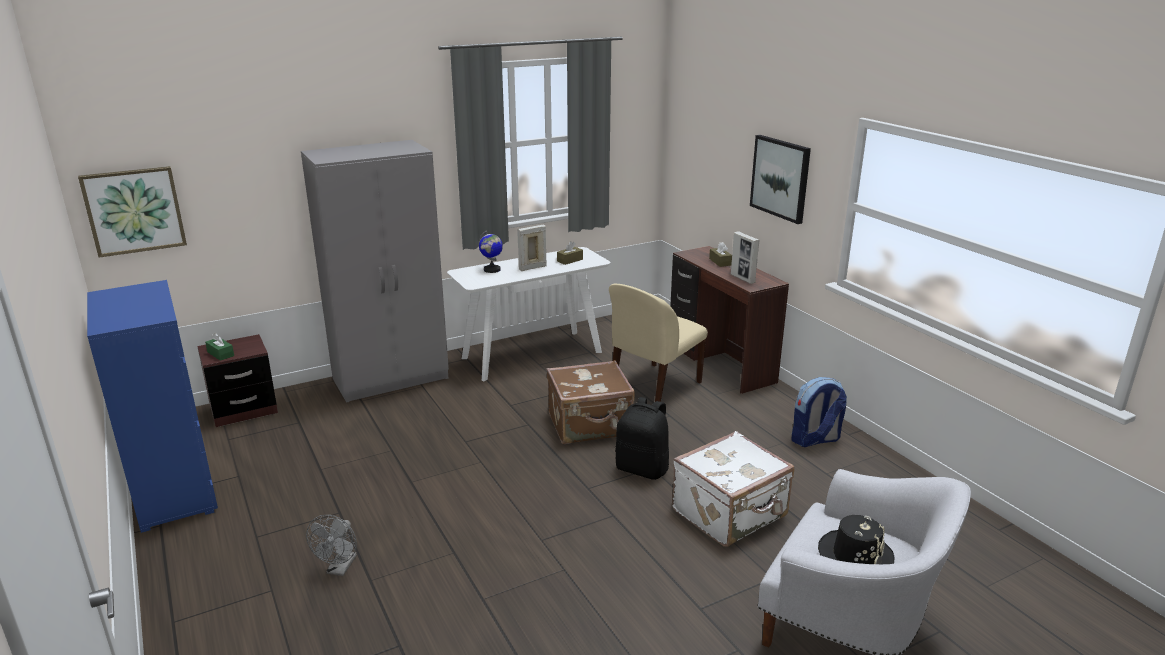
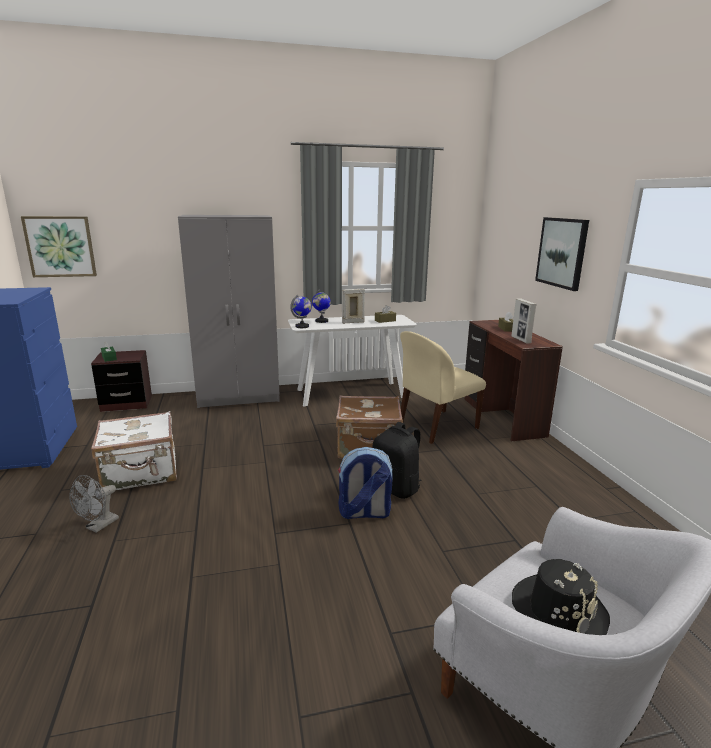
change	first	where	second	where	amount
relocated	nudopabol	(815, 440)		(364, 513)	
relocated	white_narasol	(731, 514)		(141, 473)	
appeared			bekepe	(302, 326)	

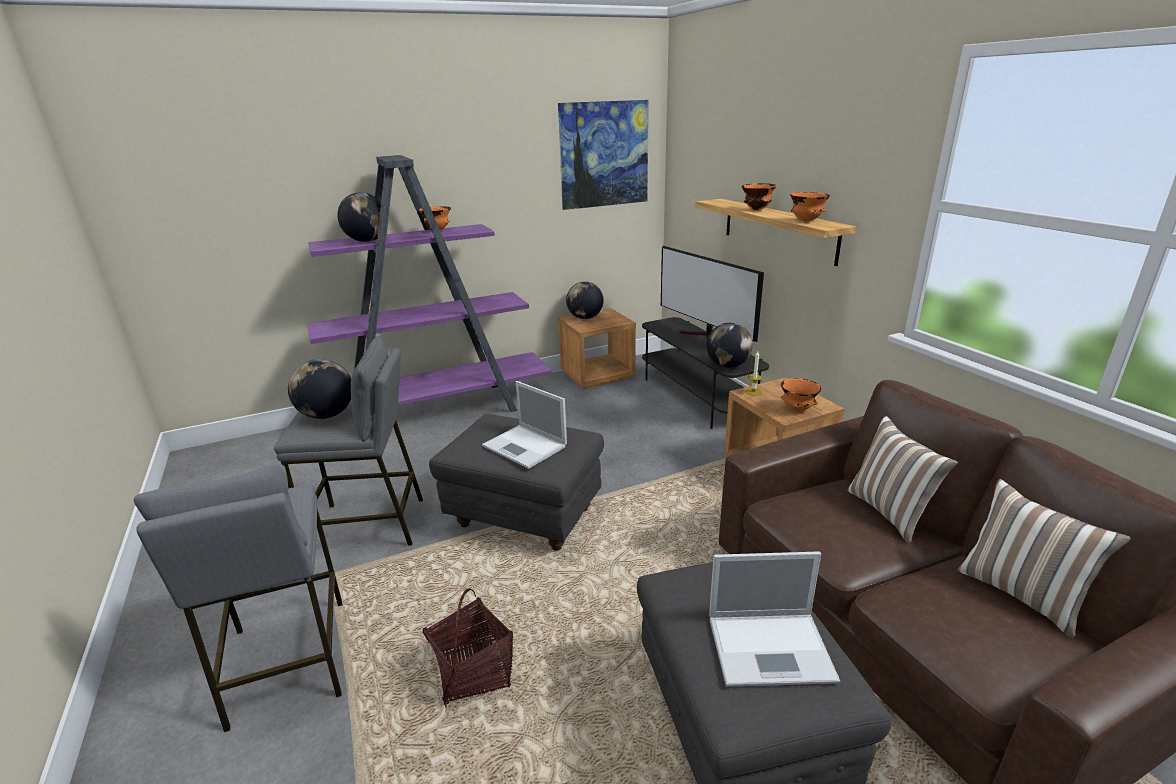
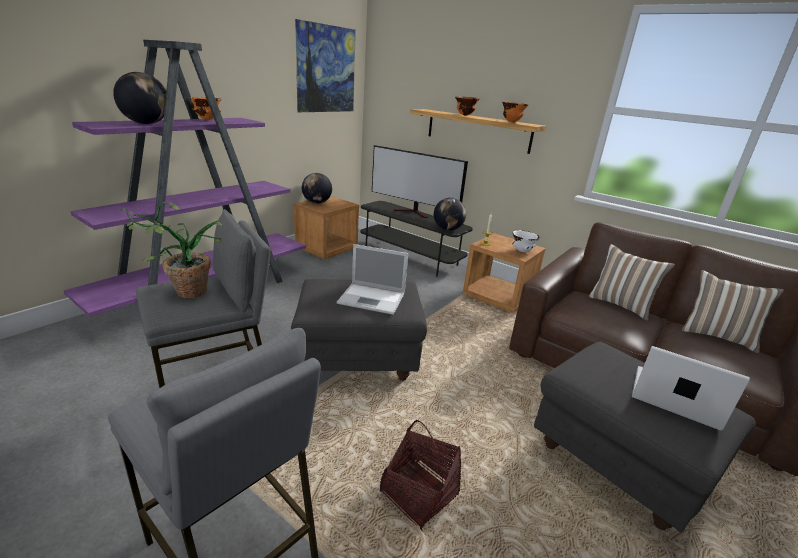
change	first	where	second	where	amount
exchanged	bekepe	(327, 415)	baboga	(182, 293)	
colour	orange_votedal	(798, 409)	white_votedal	(522, 251)	
spun	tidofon	(772, 648)		(673, 397)	120 degrees counterclockwise

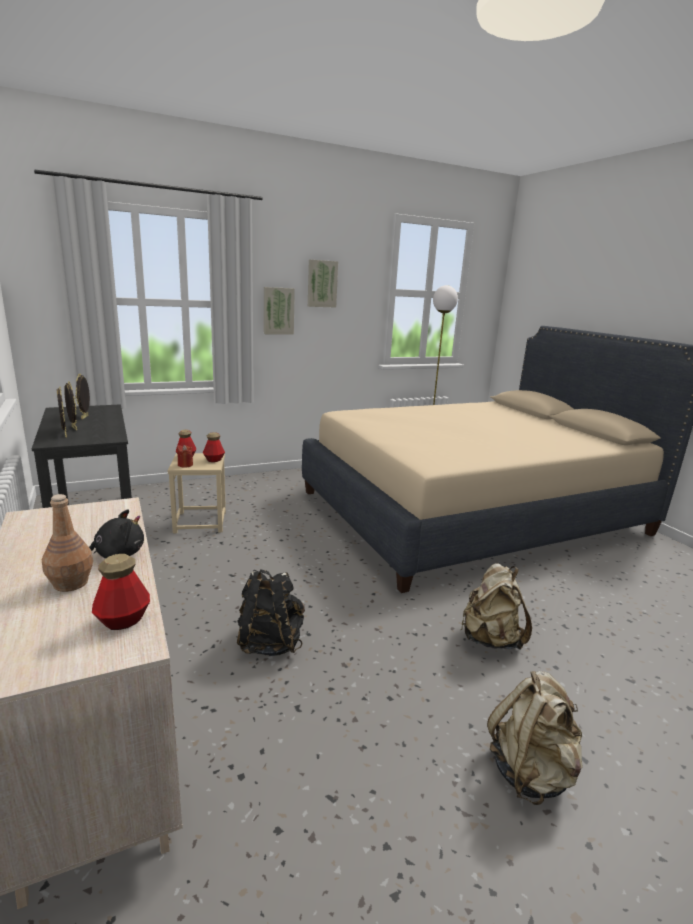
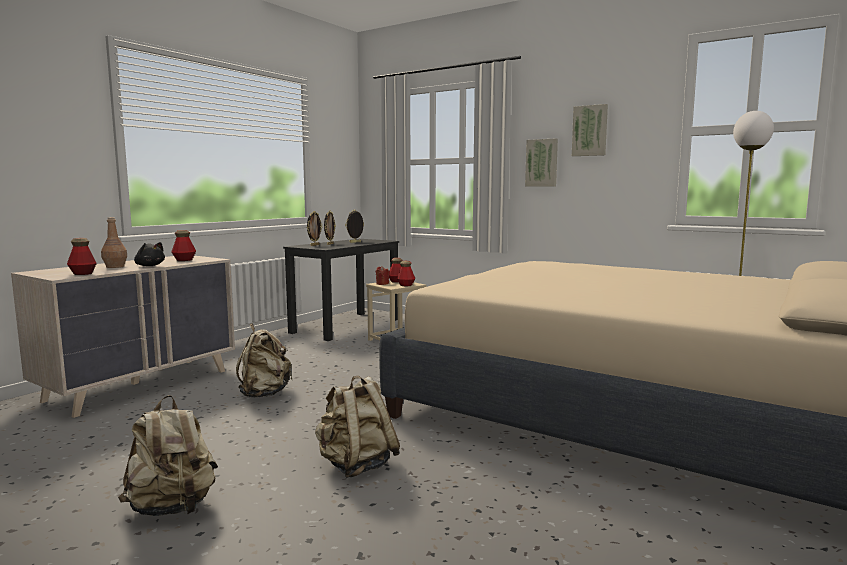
change	first	where	second	where	amount
colour	black_nudopabol	(270, 642)	beige_nudopabol	(264, 394)	
appeared			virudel	(184, 260)	

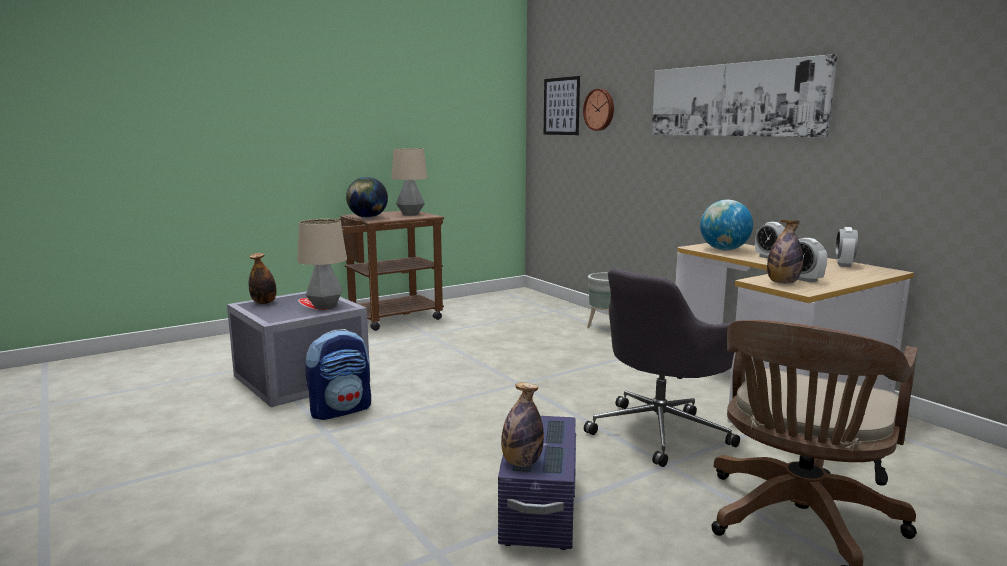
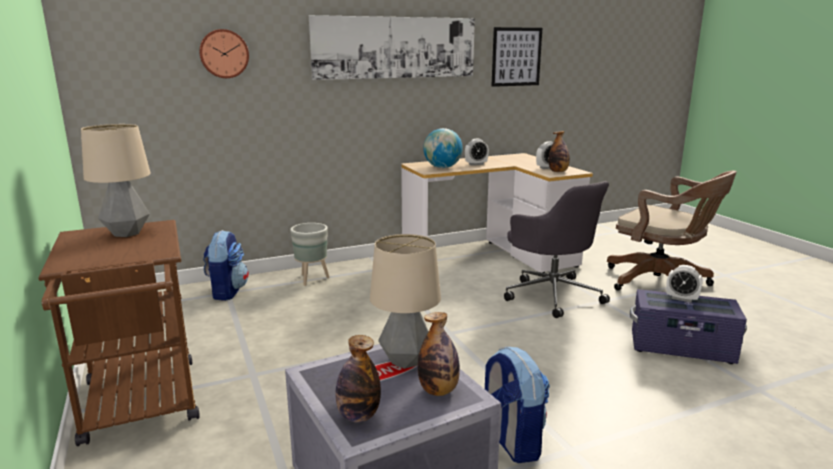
change	first	where	second	where	amount
relocated	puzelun	(561, 106)		(516, 57)	
missing	bekepe	(367, 217)			
relocated	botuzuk	(844, 265)		(681, 298)	
relocated	virudel	(521, 463)		(438, 390)	
appeared			nudopabol	(227, 292)	

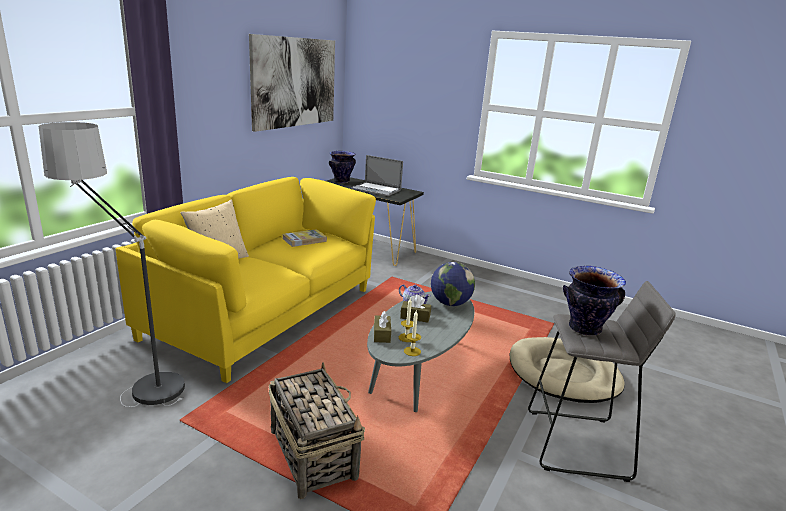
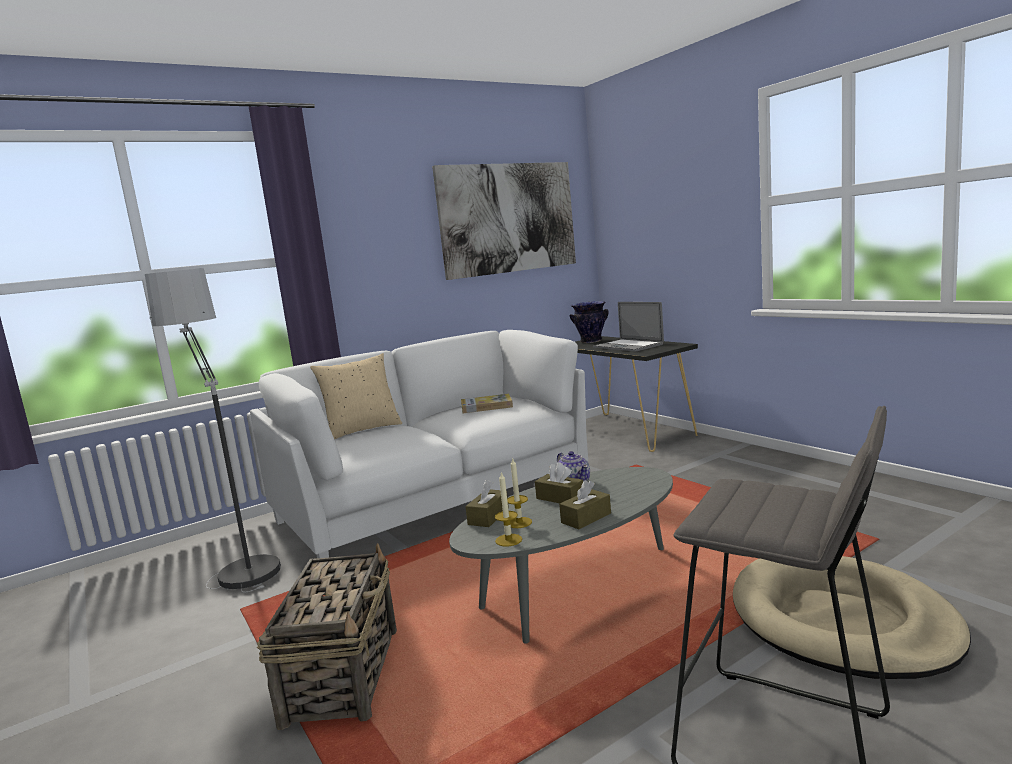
change	first	where	second	where	amount
colour	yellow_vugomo	(264, 313)	white_vugomo	(434, 501)	
missing	bekepe	(450, 303)			
missing	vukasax	(585, 329)			
appeared			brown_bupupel	(586, 518)	

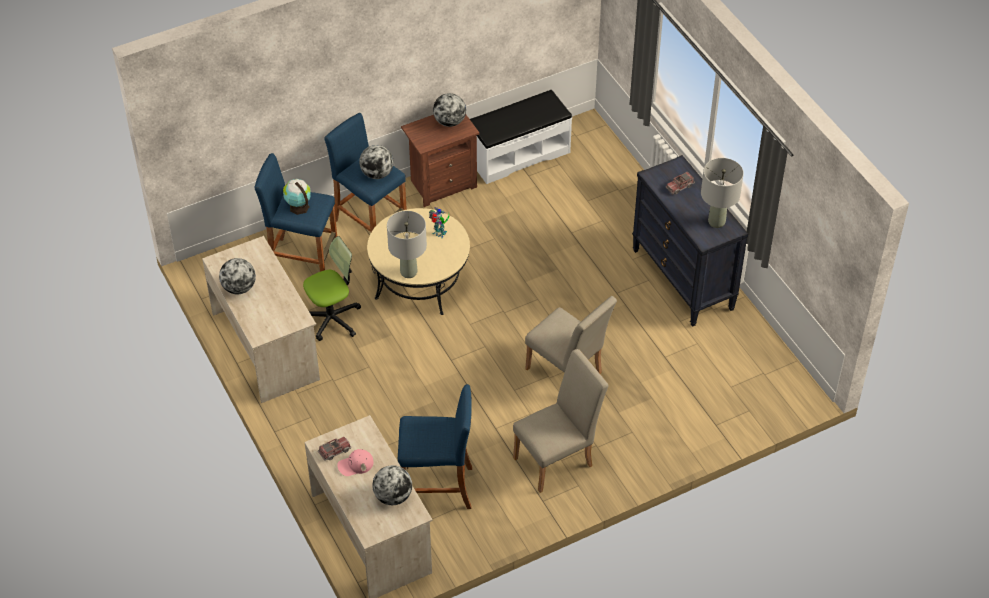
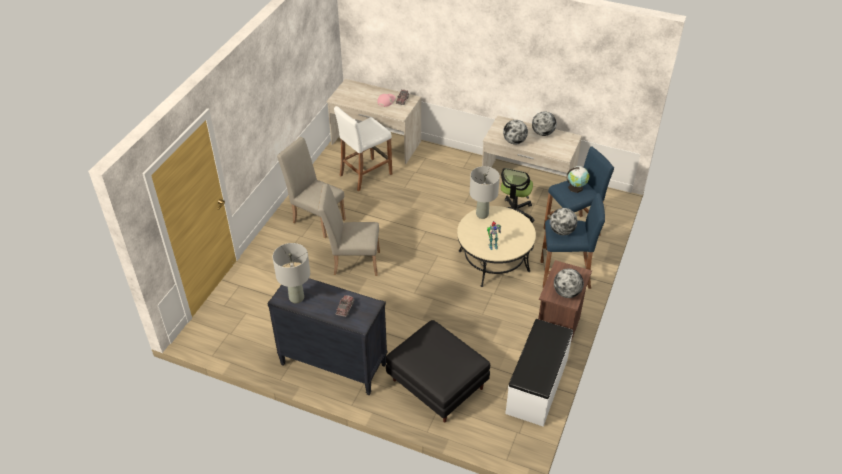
change	first	where	second	where	amount
spun	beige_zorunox	(558, 459)		(316, 219)	105 degrees clockwise
colour	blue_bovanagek	(437, 488)	white_bovanagek	(365, 174)	
relocated	bekepe	(393, 496)		(514, 141)	
appeared			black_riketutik	(436, 384)	

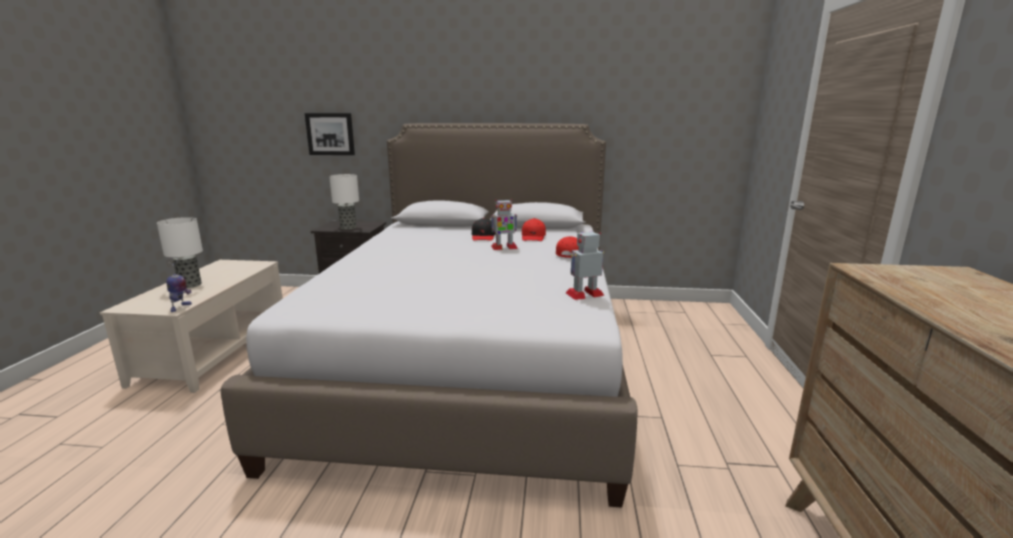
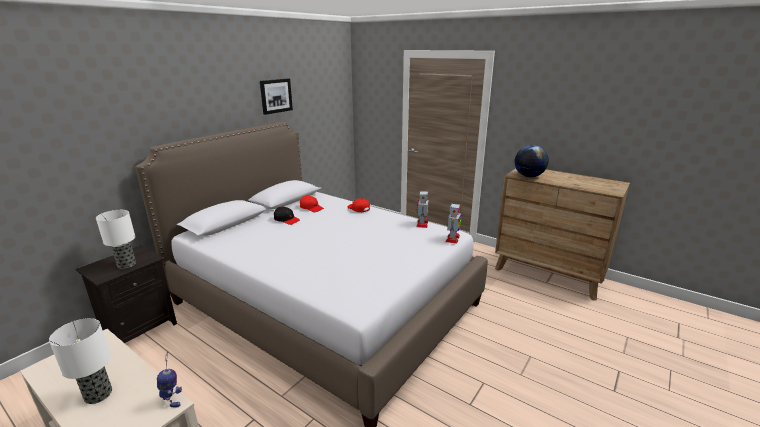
change	first	where	second	where	amount
relocated	puzelun	(330, 134)		(276, 96)	
relocated	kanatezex	(504, 247)		(452, 239)	
appeared			bekepe	(528, 176)	

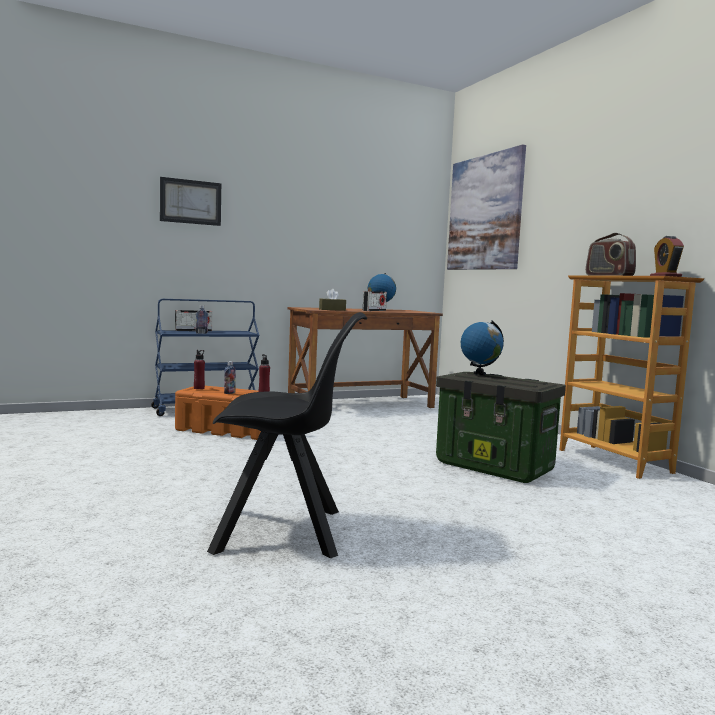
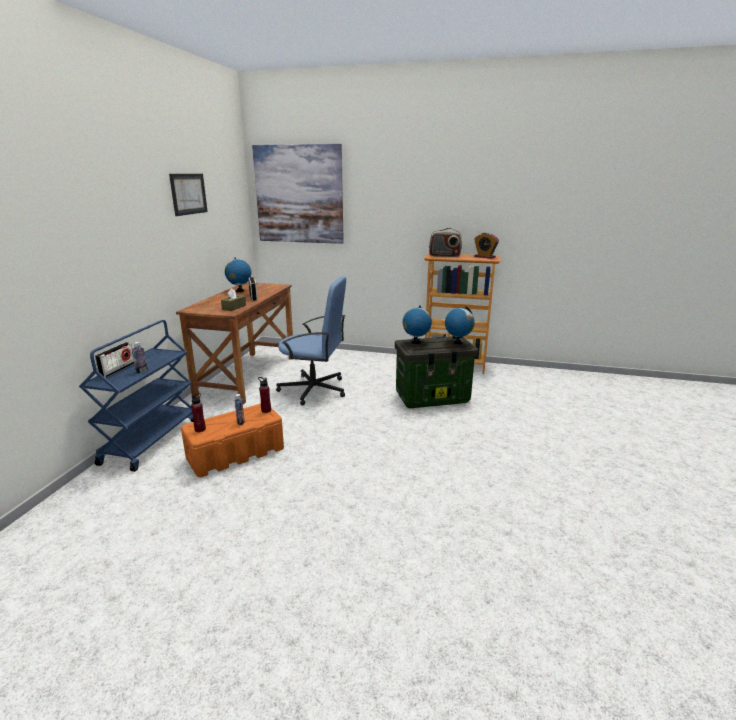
change	first	where	second	where	amount
relocated	puzelun	(190, 202)		(188, 194)	
missing	black_zorunox	(283, 532)			
appeared			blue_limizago	(314, 390)	
appeared			bekepe	(458, 342)	

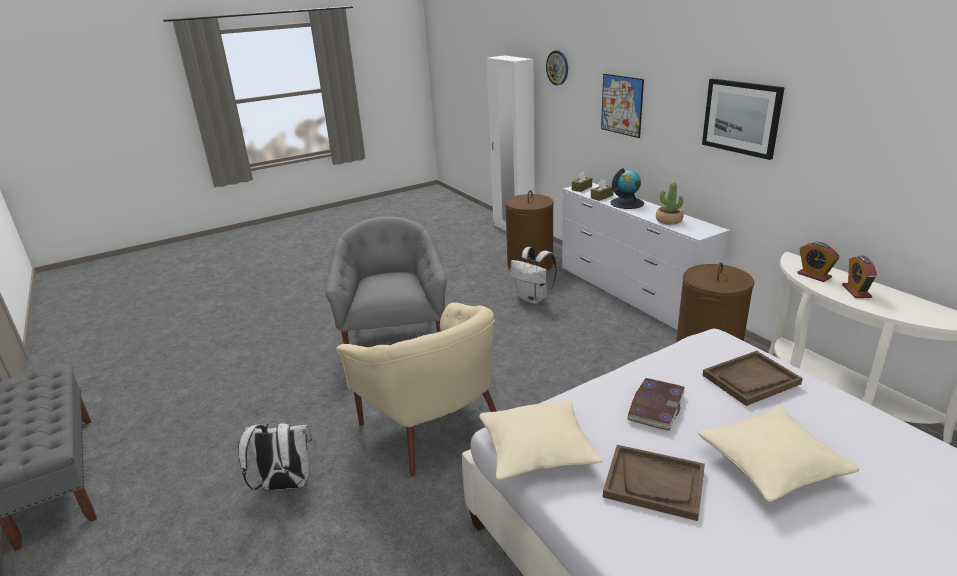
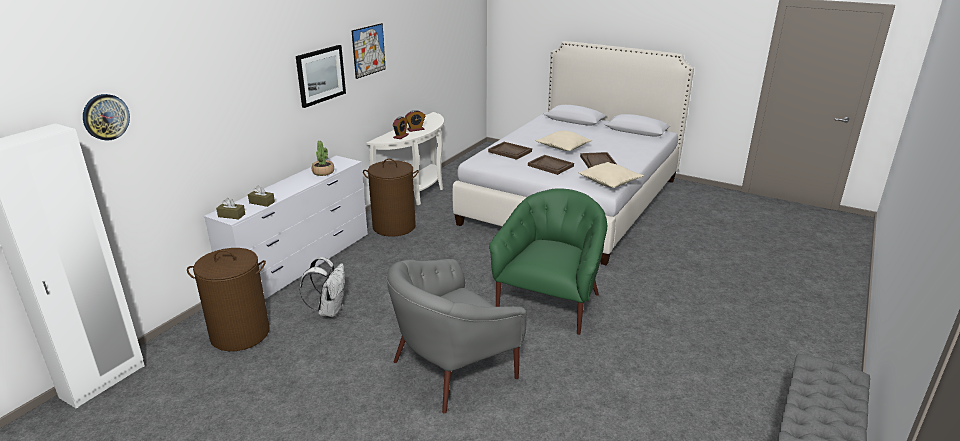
change	first	where	second	where	amount
relocated	puzelun	(621, 105)		(368, 50)	
missing	bekepe	(627, 203)			
colour	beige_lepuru	(432, 426)	green_lepuru	(550, 303)	
exchanged	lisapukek	(655, 406)	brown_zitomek	(550, 166)	
missing	white_nudopabol	(284, 485)			

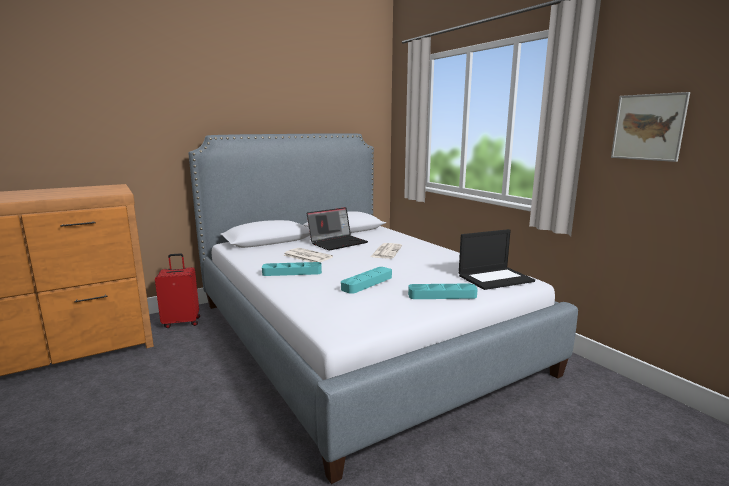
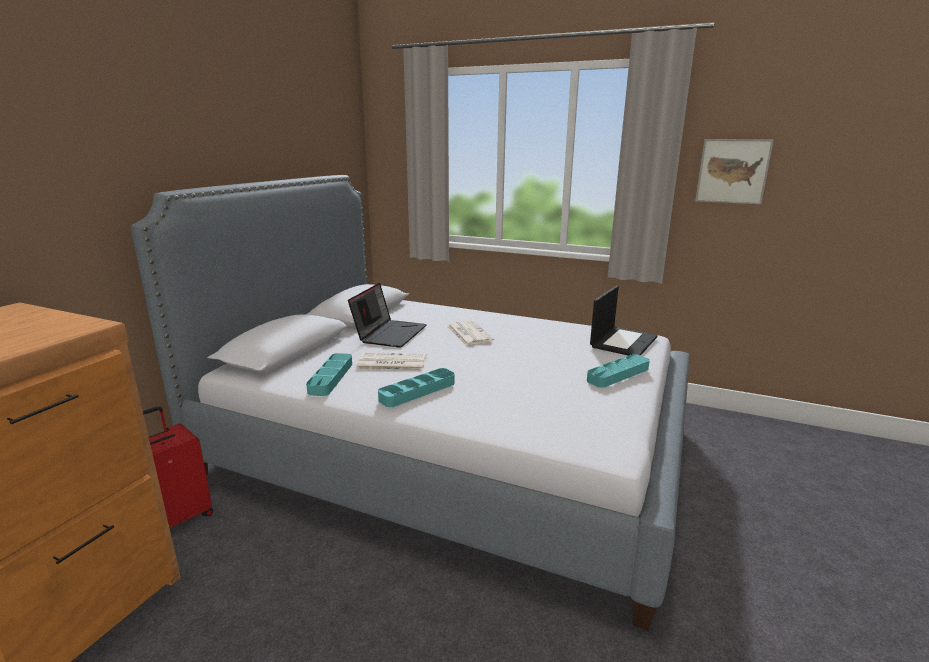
change	first	where	second	where	amount
relocated	turquoise_zitomek	(367, 283)		(331, 378)	

